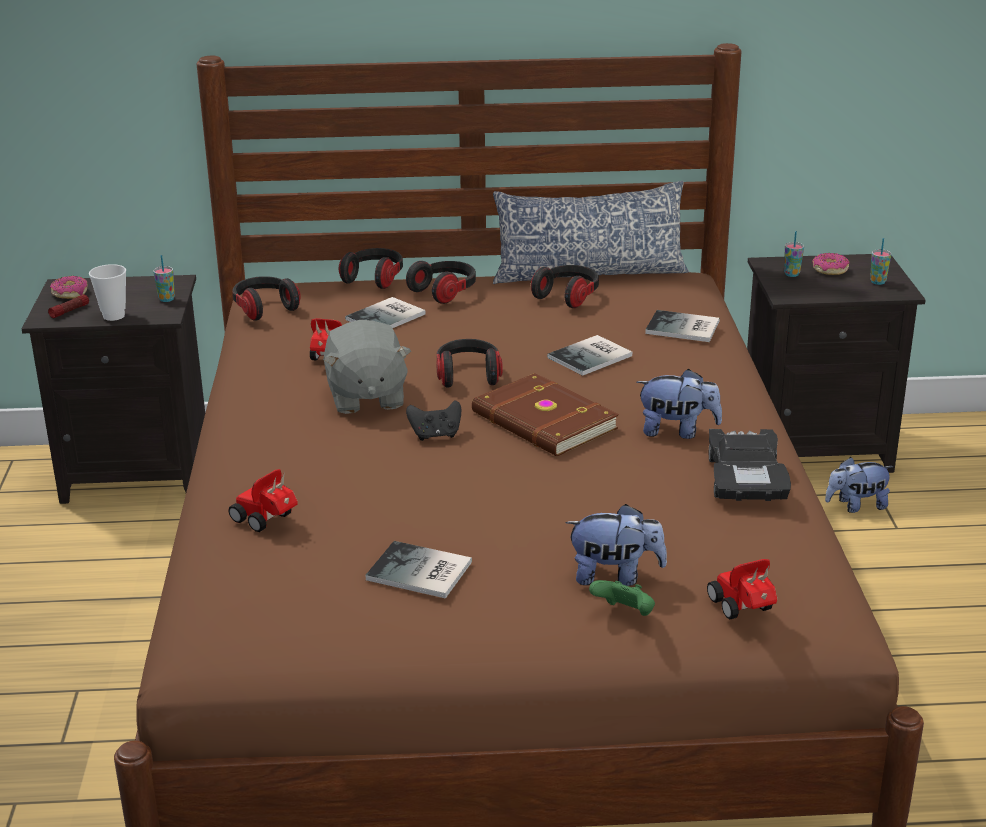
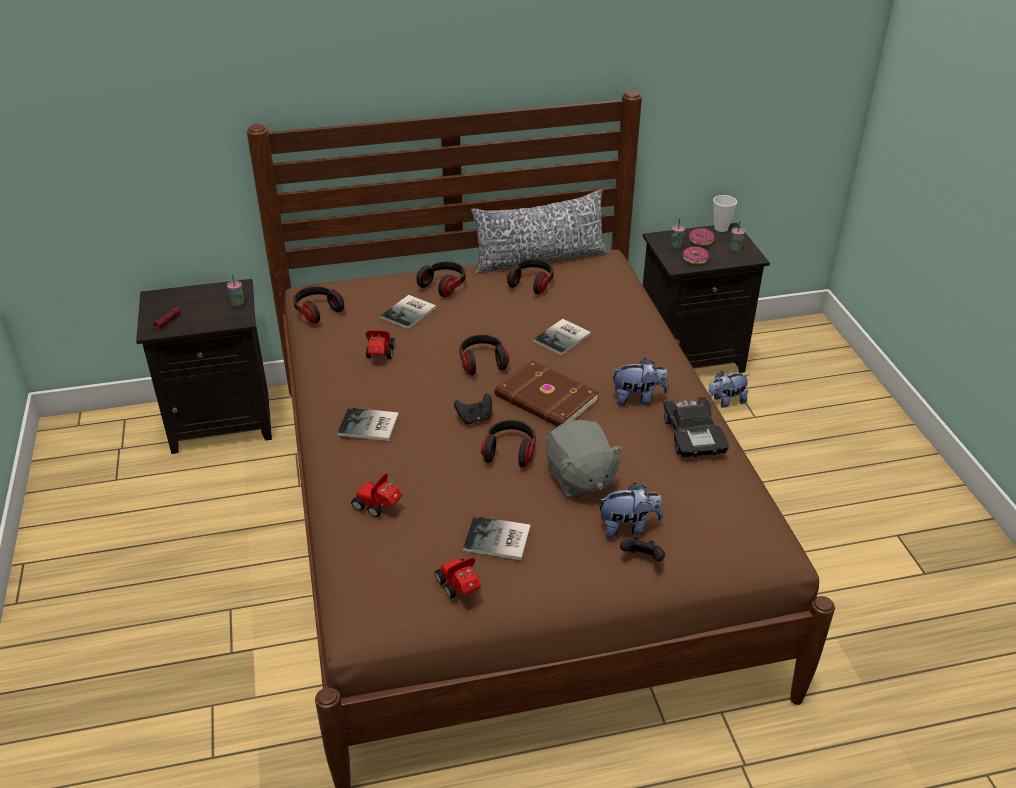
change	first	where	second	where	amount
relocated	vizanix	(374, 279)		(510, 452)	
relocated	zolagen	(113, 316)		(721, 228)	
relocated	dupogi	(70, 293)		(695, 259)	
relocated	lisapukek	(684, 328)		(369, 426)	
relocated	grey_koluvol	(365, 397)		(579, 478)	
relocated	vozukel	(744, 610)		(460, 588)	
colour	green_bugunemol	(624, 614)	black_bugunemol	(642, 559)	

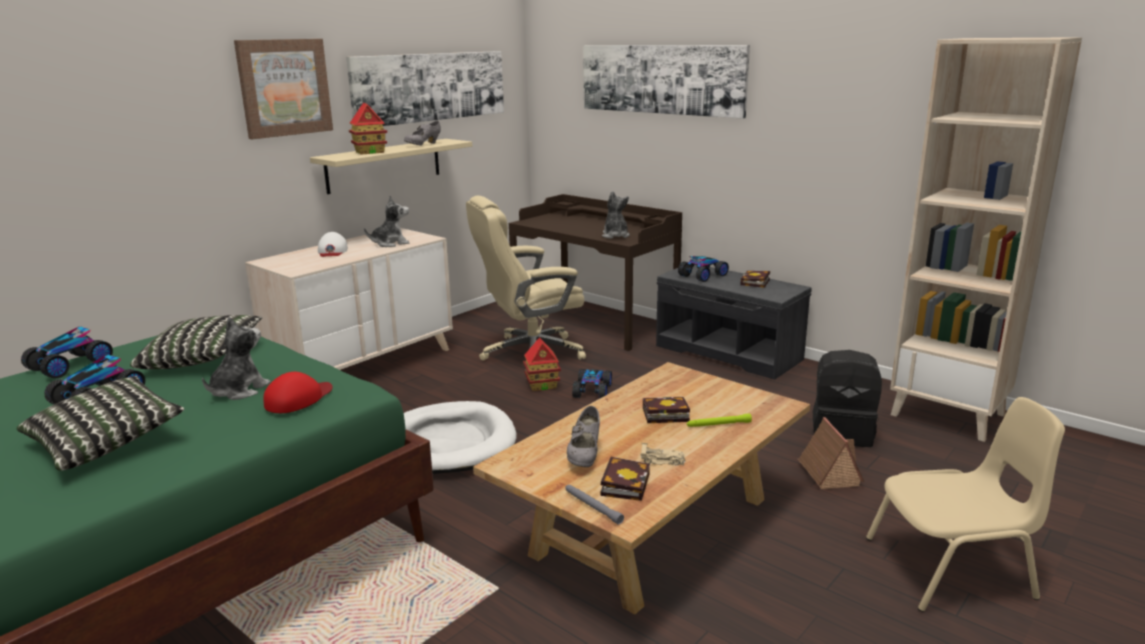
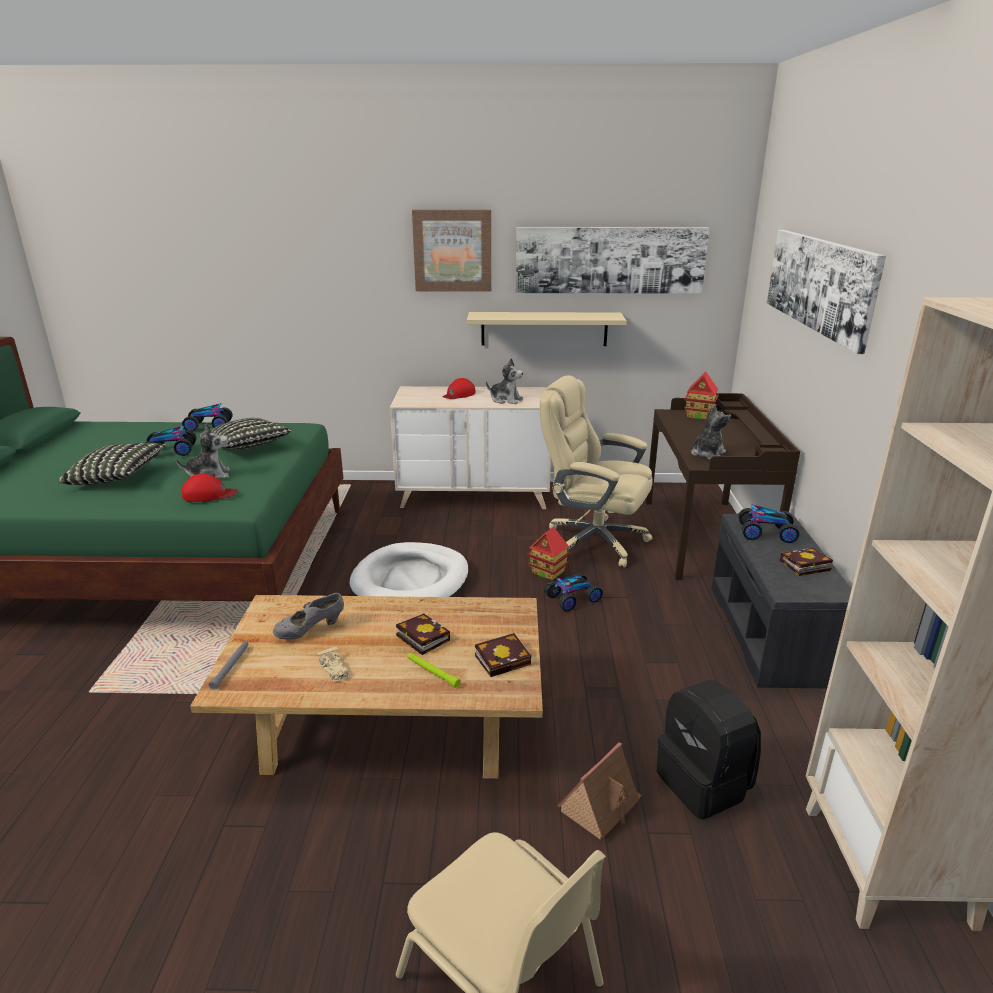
change	first	where	second	where	amount
relocated	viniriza	(370, 152)		(699, 415)	
missing	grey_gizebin	(423, 145)			
colour	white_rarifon	(332, 251)	red_rarifon	(459, 394)	
relocated	lisapukek	(624, 483)		(504, 659)	

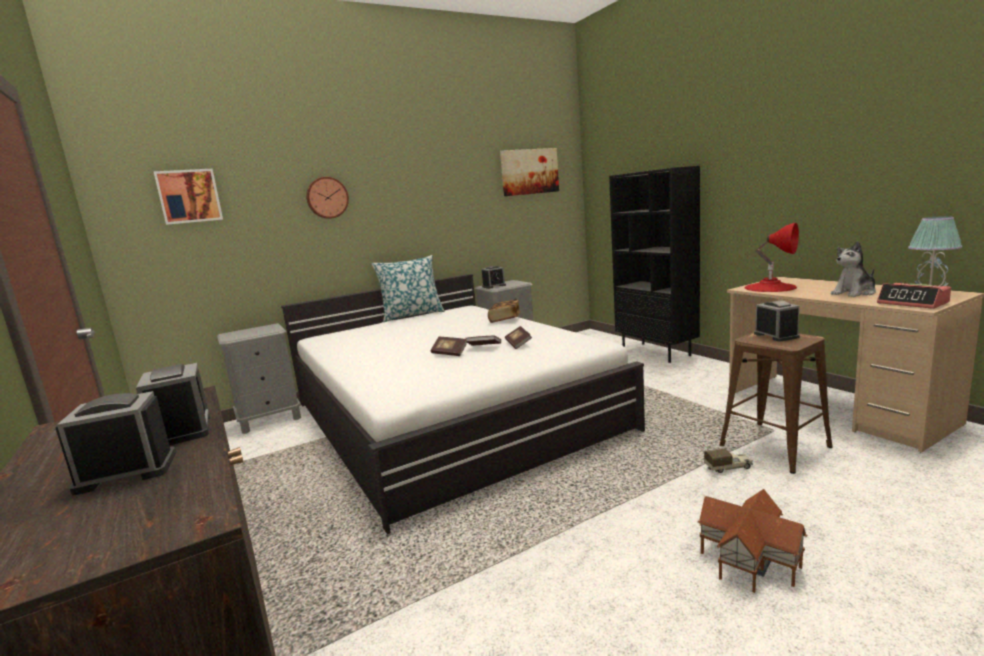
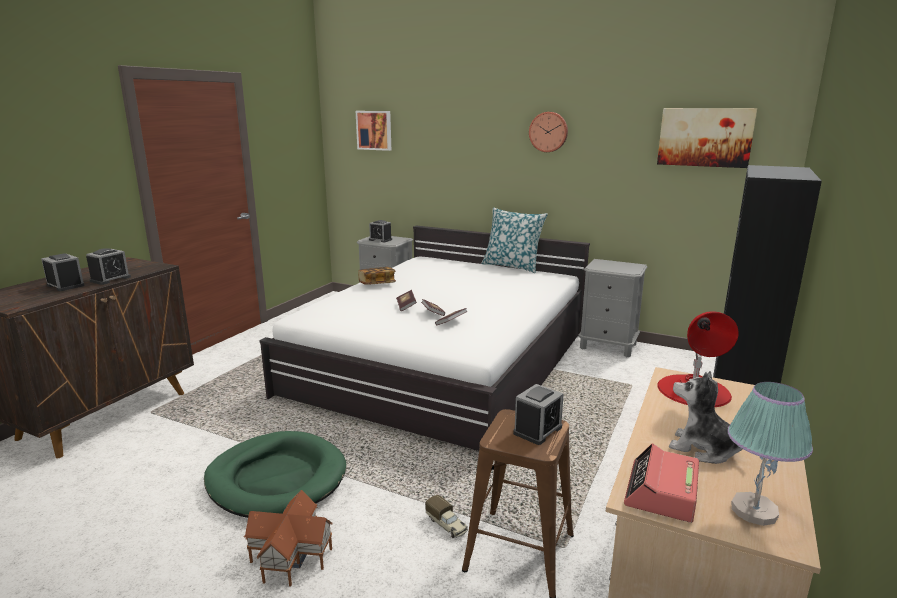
change	first	where	second	where	amount
relocated	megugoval	(327, 198)		(548, 132)	
relocated	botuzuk	(494, 286)		(380, 240)	
relocated	lisapukek	(505, 319)		(377, 284)	
appeared			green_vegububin	(277, 478)	

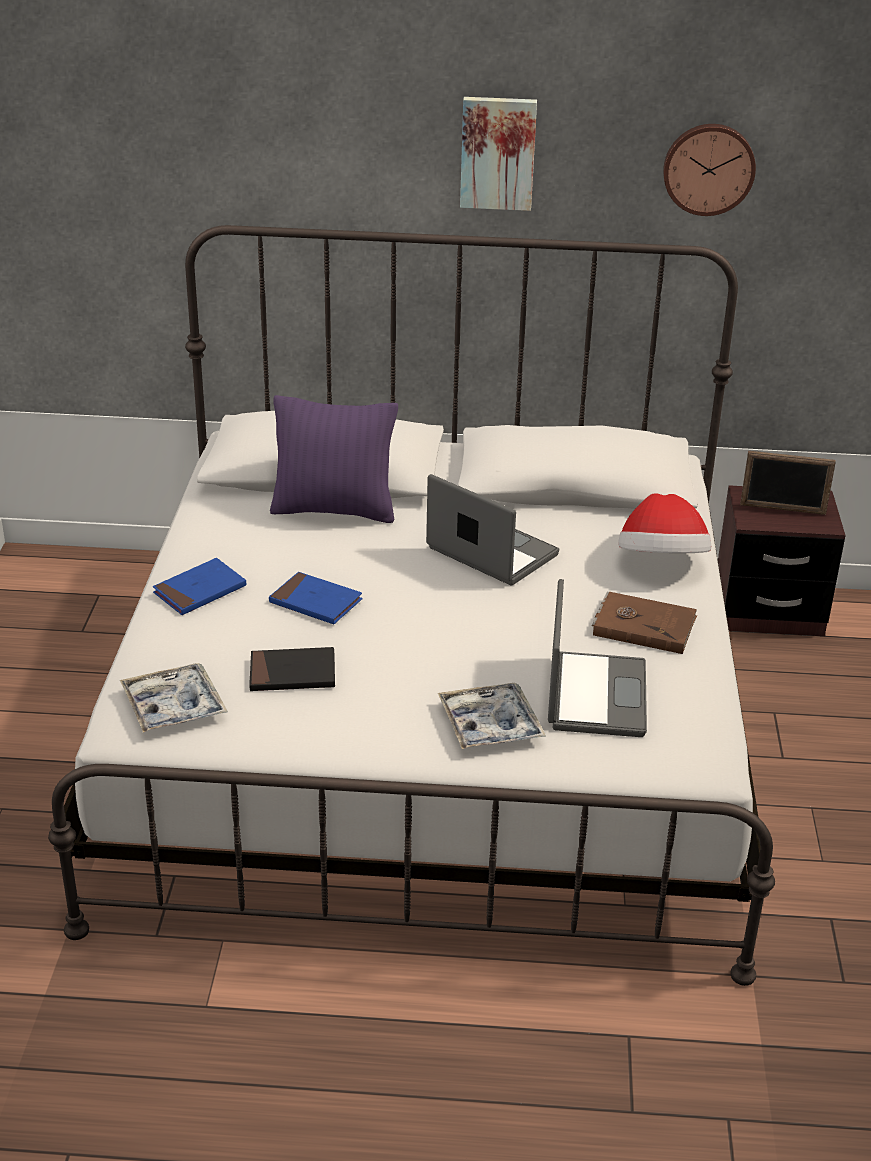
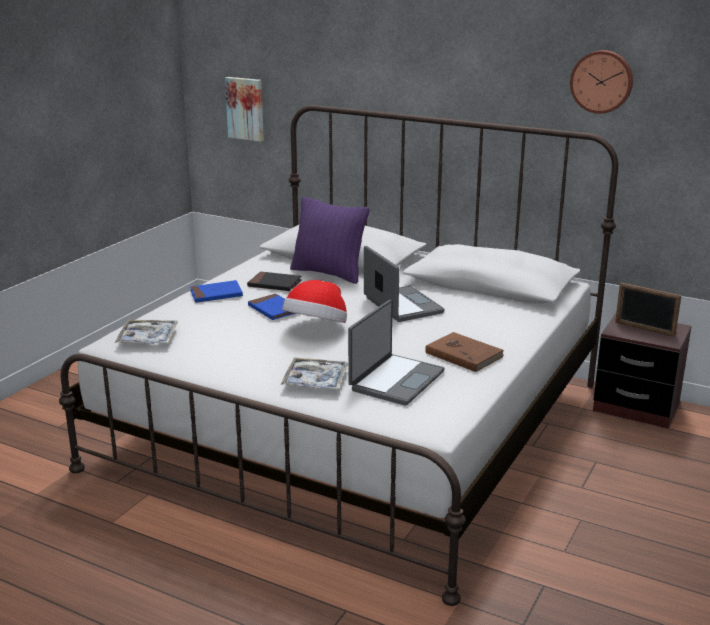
change	first	where	second	where	amount
relocated	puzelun	(498, 152)		(246, 108)	
relocated	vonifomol	(661, 563)		(316, 329)	
relocated	black_lisapukek	(292, 674)		(274, 284)	

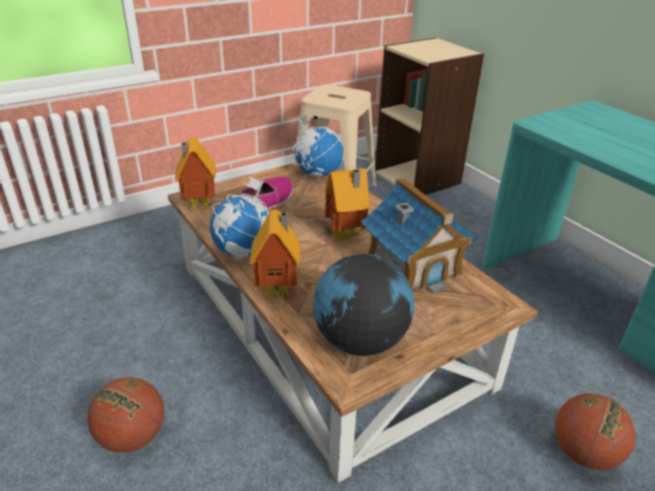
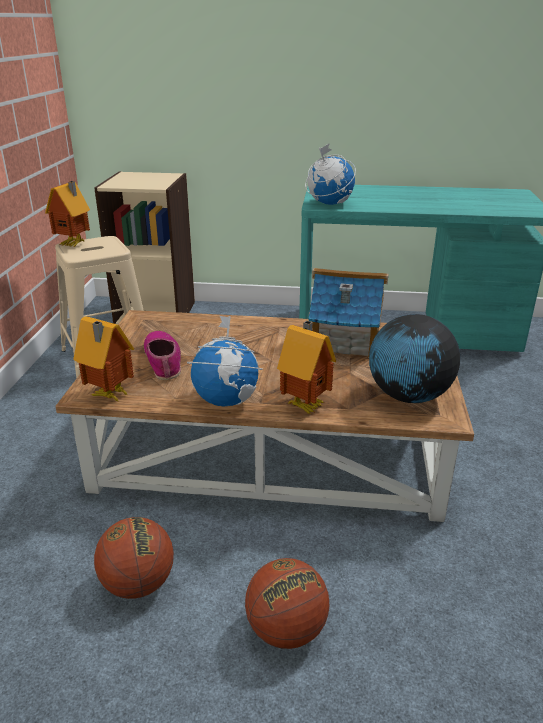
change	first	where	second	where	amount
relocated	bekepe	(317, 173)		(329, 204)	
relocated	viniriza	(346, 236)		(75, 245)	
relocated	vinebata	(584, 453)		(138, 584)	

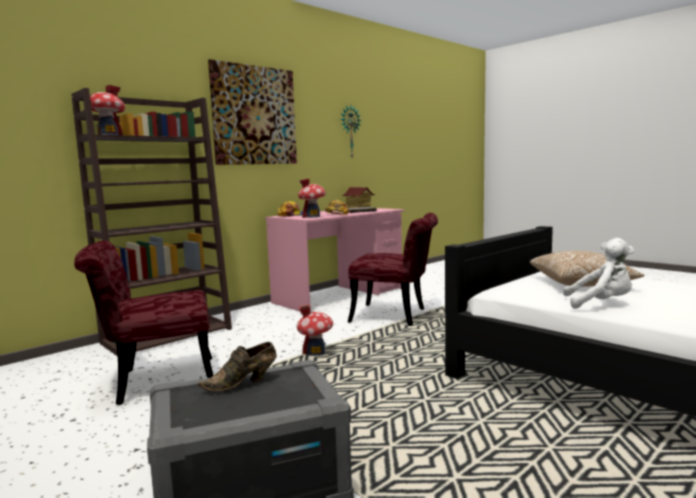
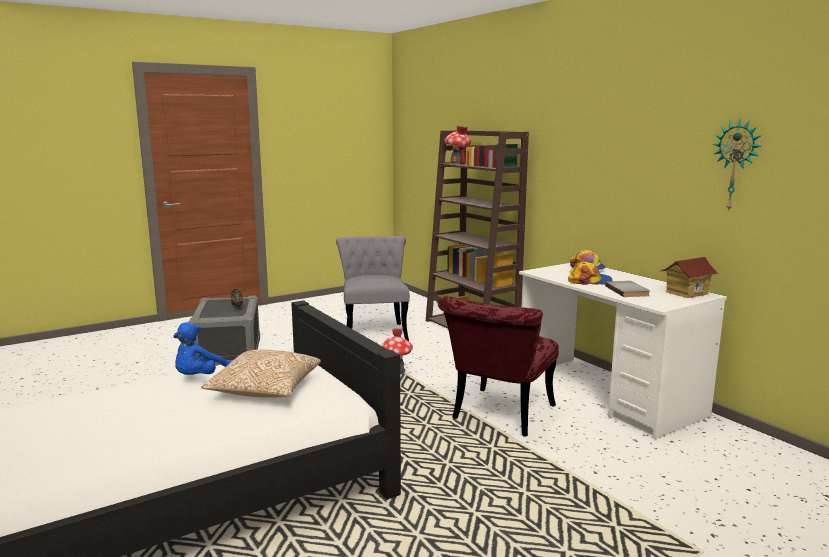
change	first	where	second	where	amount
missing	puzelun	(254, 115)			
missing	viniriza	(312, 216)			
colour	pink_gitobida	(339, 296)	white_gitobida	(607, 394)	
colour	white_koluvol	(600, 304)	blue_koluvol	(199, 378)	
colour	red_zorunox	(155, 382)	grey_zorunox	(375, 331)	

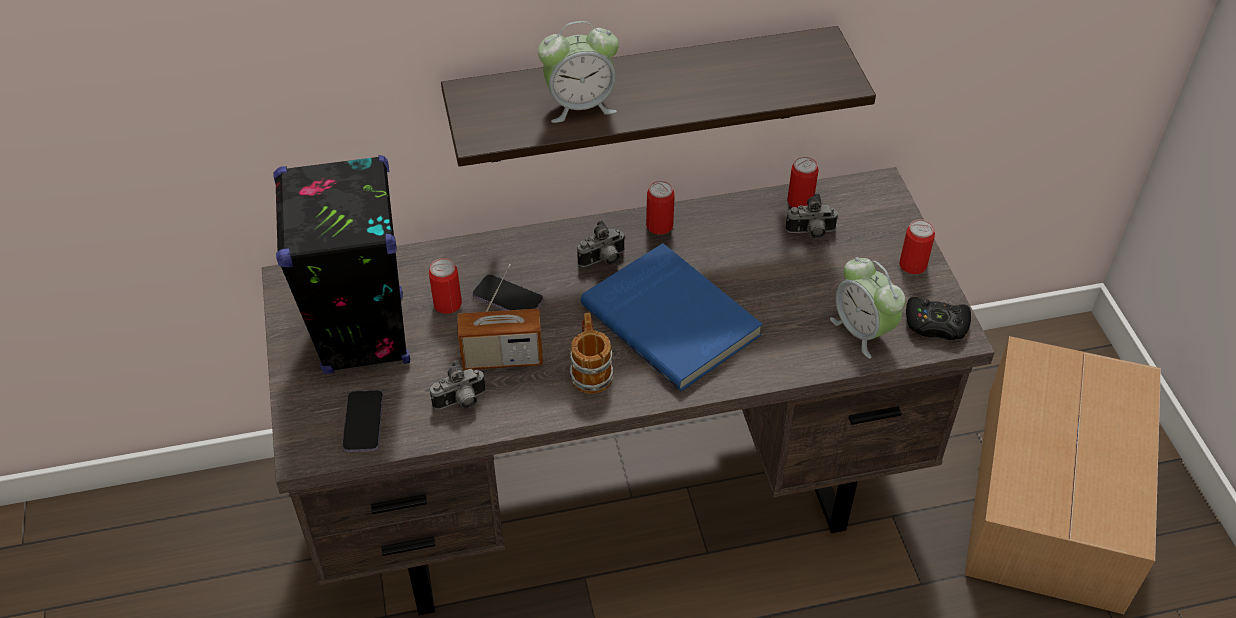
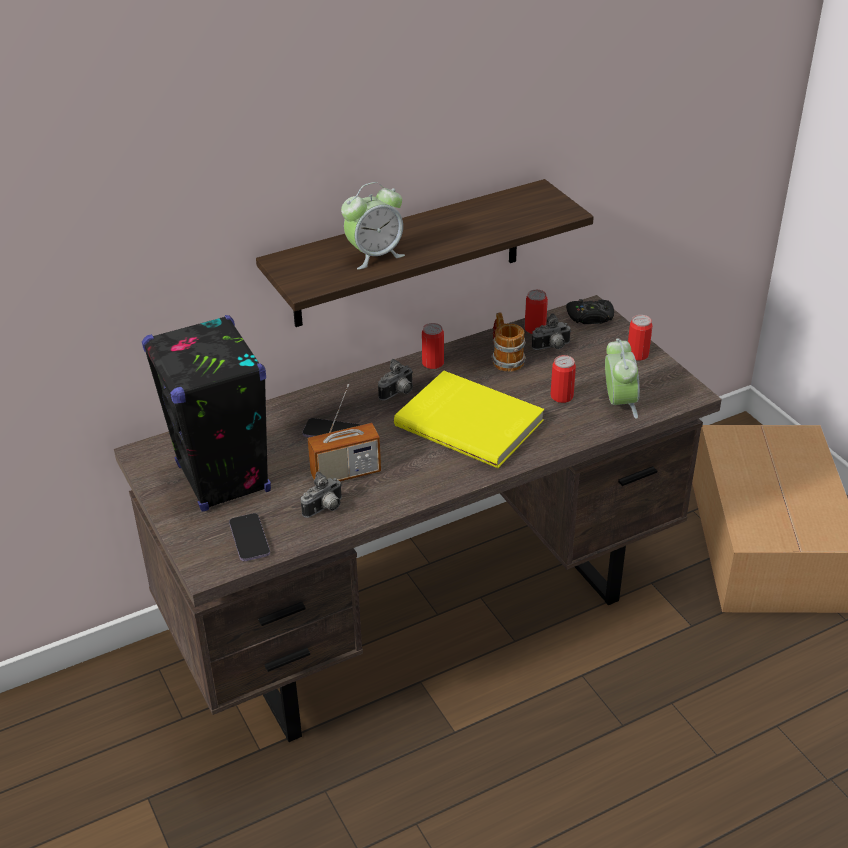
change	first	where	second	where	amount
colour	blue_lisapukek	(673, 319)	yellow_lisapukek	(470, 422)	
spun	botuzuk	(862, 331)		(619, 403)	135 degrees counterclockwise
relocated	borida	(447, 304)		(561, 396)	
relocated	black_bugunemol	(936, 325)		(590, 317)	
relocated	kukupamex	(590, 370)		(505, 358)	

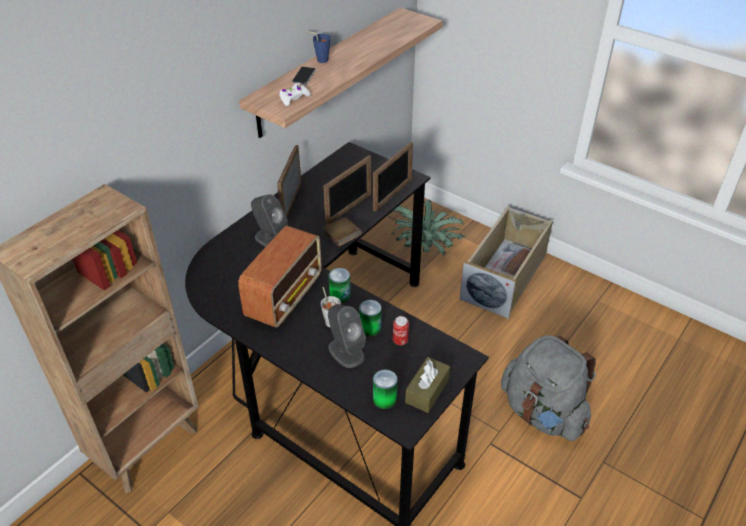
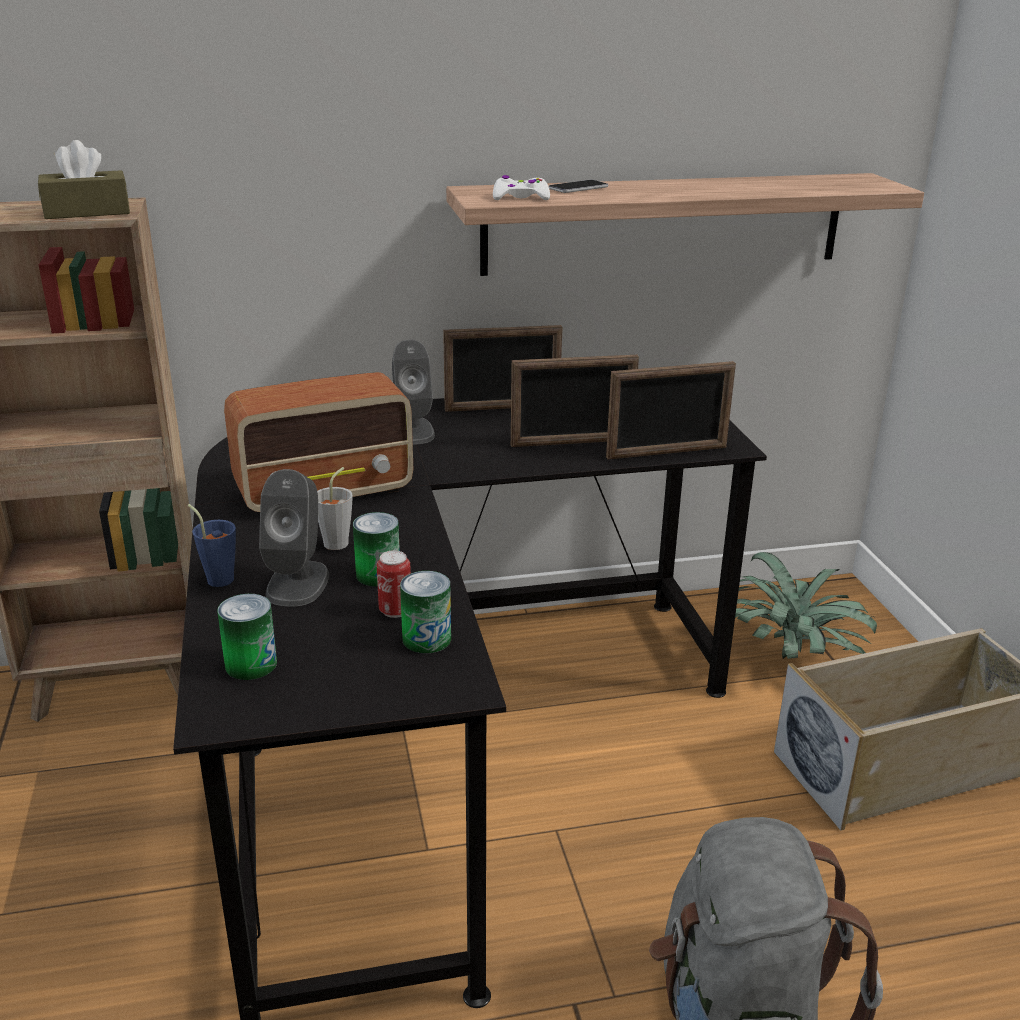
change	first	where	second	where	amount
relocated	blue_zolagen	(320, 60)		(217, 577)	
spun	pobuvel	(291, 201)		(502, 408)	150 degrees counterclockwise
missing	brown_lisapukek	(342, 239)			
relocated	borida	(340, 295)		(426, 639)	
relocated	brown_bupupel	(427, 391)		(87, 212)	

